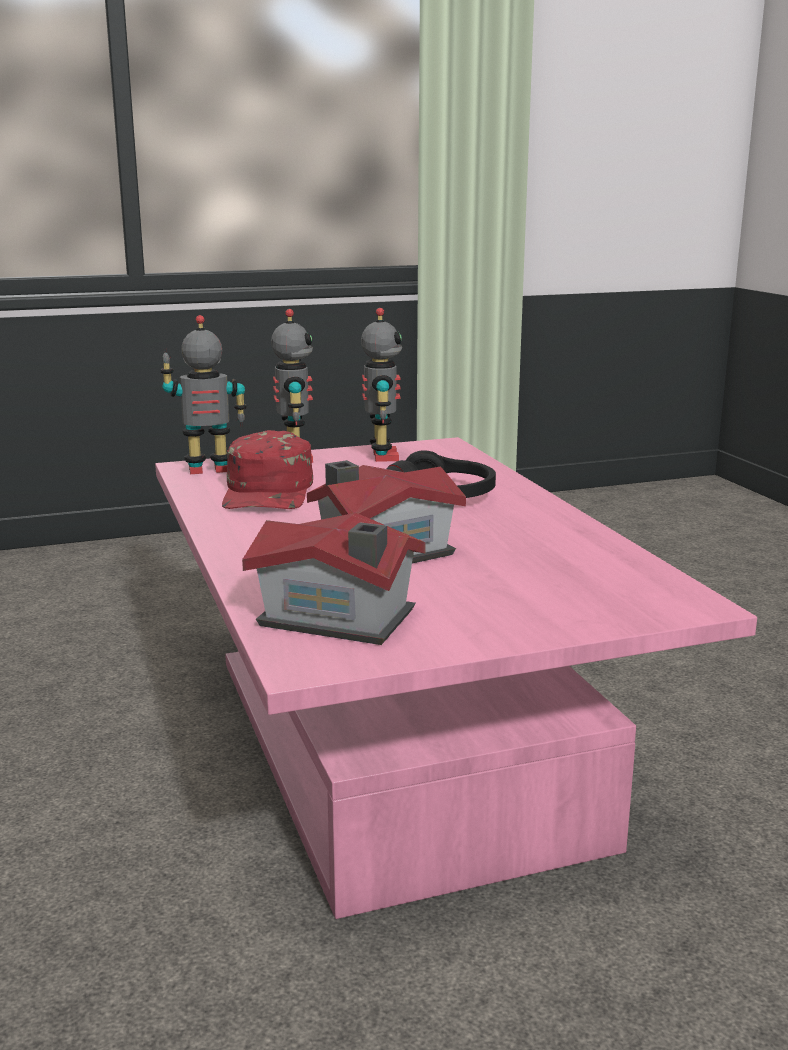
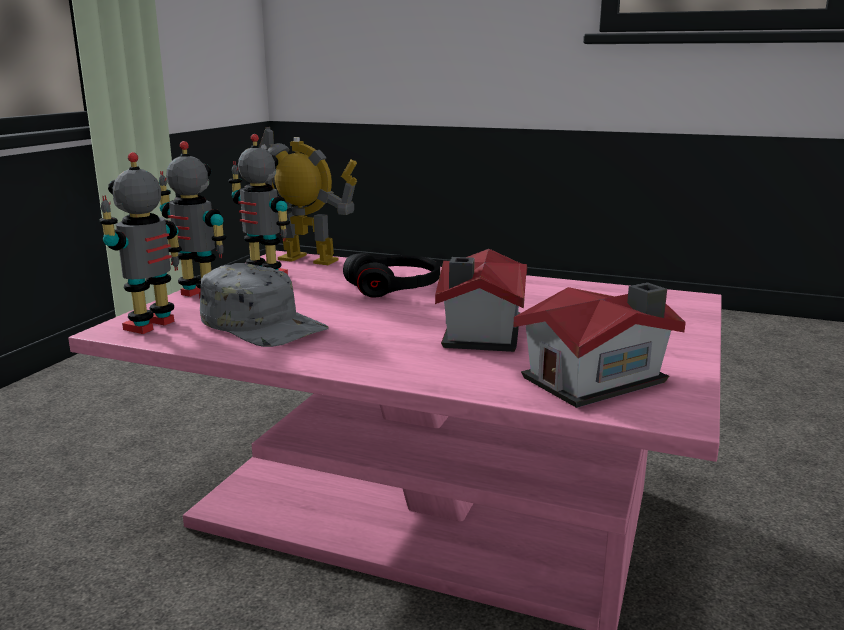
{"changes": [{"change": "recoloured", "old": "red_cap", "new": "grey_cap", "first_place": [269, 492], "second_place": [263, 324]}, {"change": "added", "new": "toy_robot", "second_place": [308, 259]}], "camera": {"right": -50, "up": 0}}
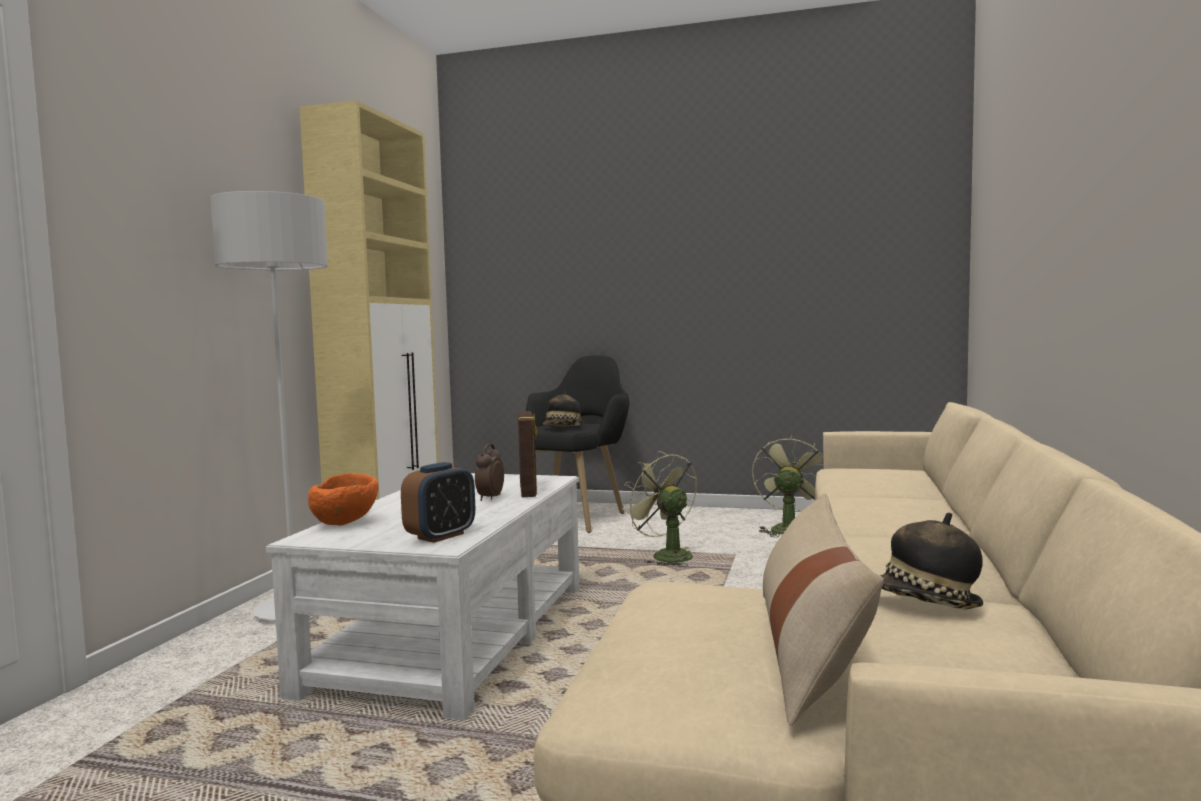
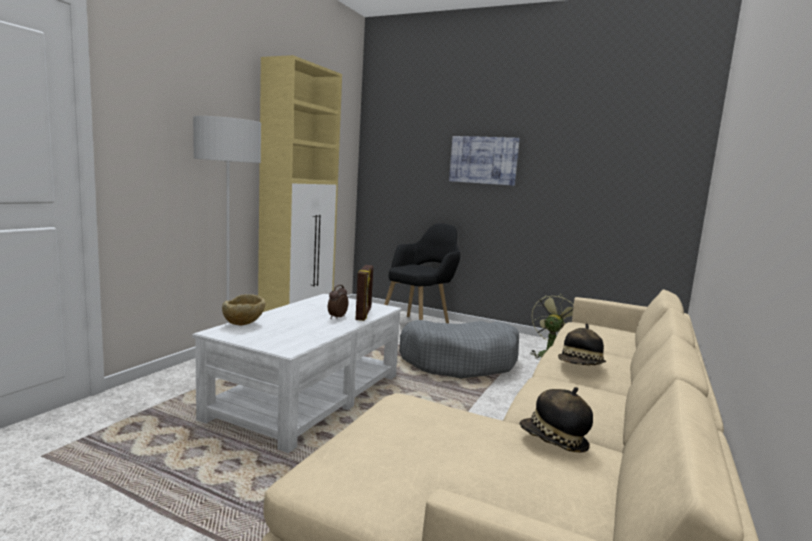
{"changes": [{"change": "moved", "old": "hat", "first_place": [563, 428], "second_place": [581, 366]}, {"change": "replaced", "old": "green_fan", "new": "grey_dog_bed", "first_place": [665, 556], "second_place": [460, 362]}, {"change": "removed", "old": "alarm_clock", "first_place": [440, 536]}, {"change": "recoloured", "old": "orange_bowl", "new": "beige_bowl", "first_place": [345, 524], "second_place": [243, 324]}, {"change": "removed", "old": "beige_pillow", "first_place": [810, 650]}, {"change": "added", "new": "picture", "second_place": [483, 160]}], "camera": {"right": 10, "up": 5}}
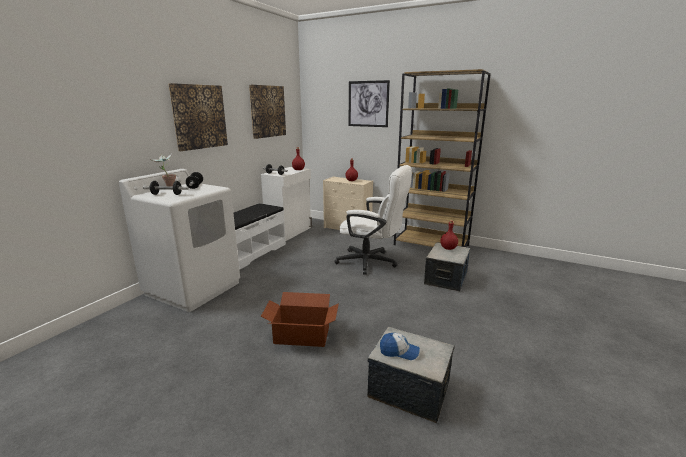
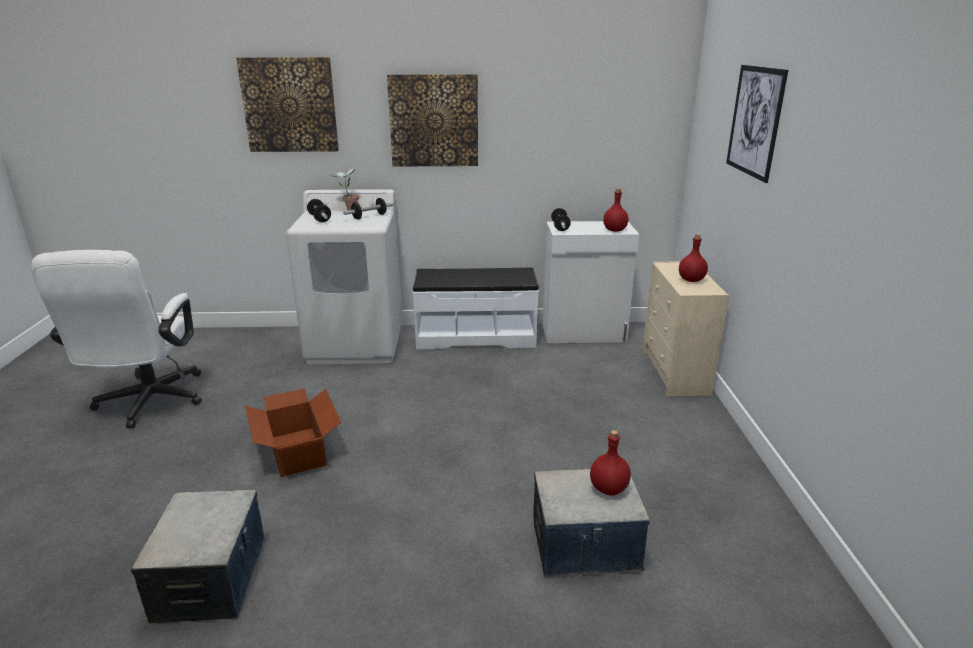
{"changes": [{"change": "removed", "old": "brown_bookcase", "first_place": [431, 245]}, {"change": "moved", "old": "picture", "first_place": [267, 111], "second_place": [289, 105]}, {"change": "moved", "old": "white_office_chair", "first_place": [372, 262], "second_place": [148, 404]}, {"change": "removed", "old": "cap", "first_place": [399, 351]}], "camera": {"right": 60, "up": 5}}
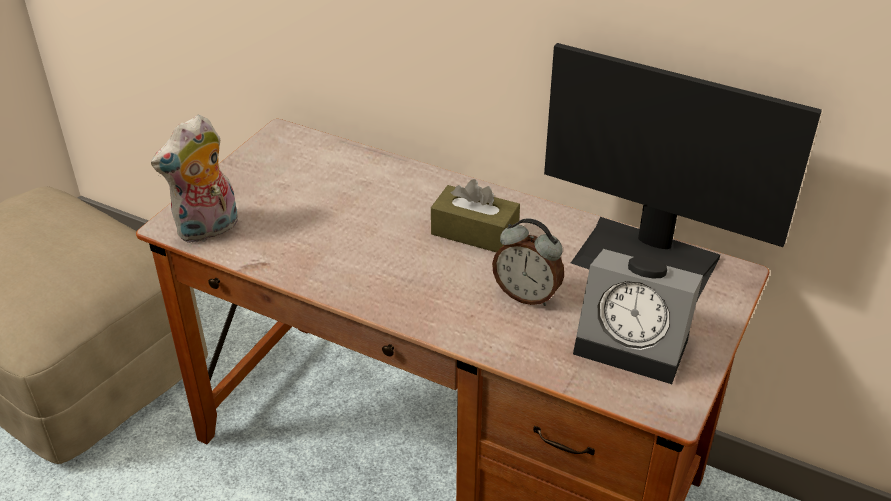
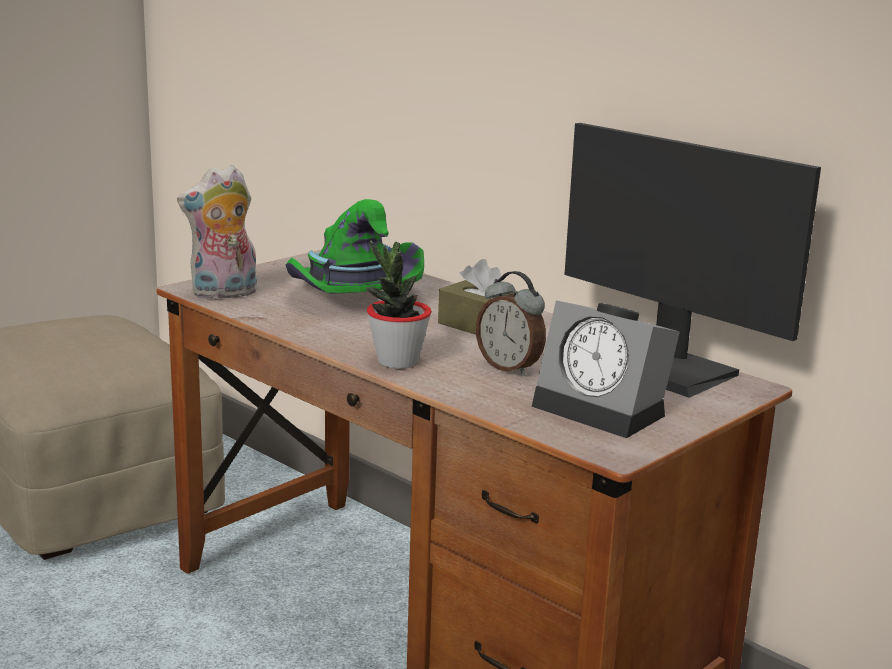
{"changes": [{"change": "added", "new": "green_hat", "second_place": [350, 295]}, {"change": "added", "new": "potted_plant", "second_place": [397, 362]}], "camera": {"right": 15, "up": -20}}
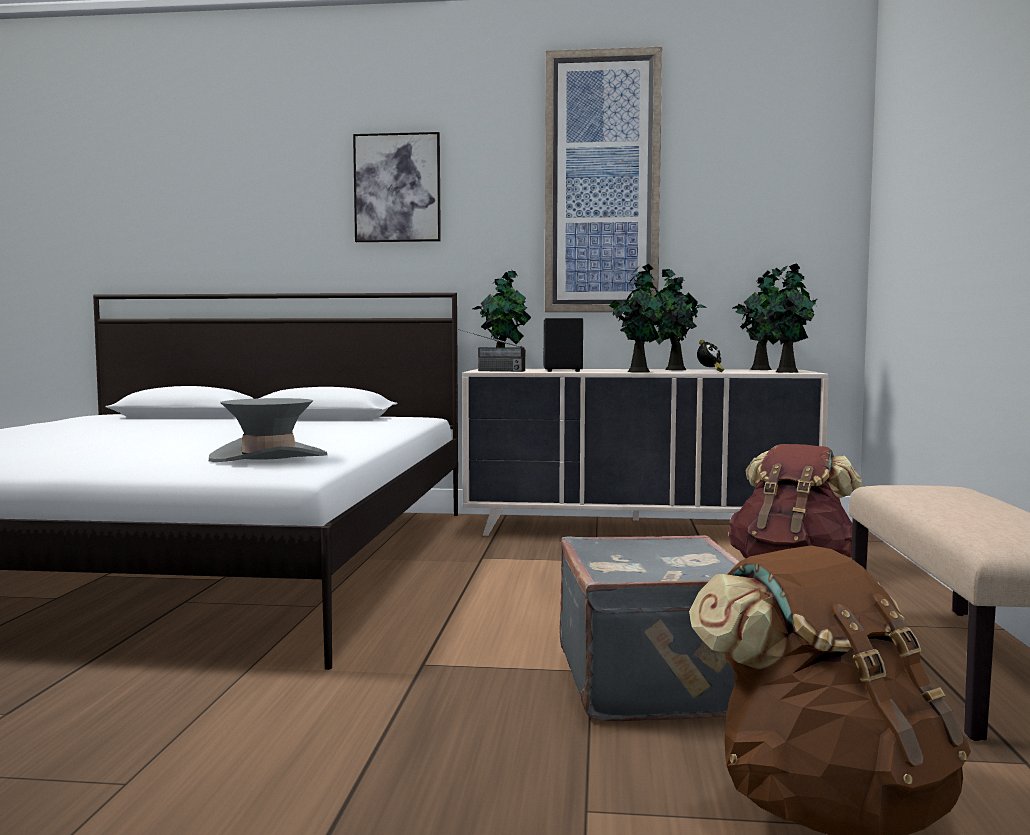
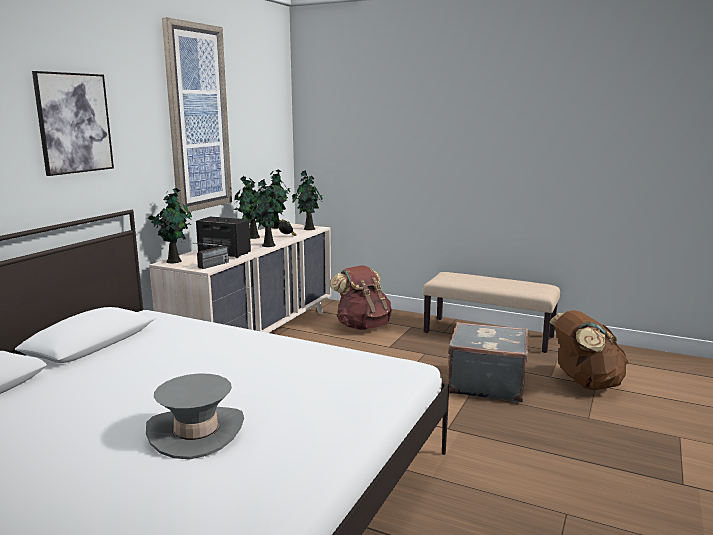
{"changes": [{"change": "moved", "old": "grey_hat", "first_place": [269, 457], "second_place": [196, 432]}], "camera": {"right": -70, "up": 10}}
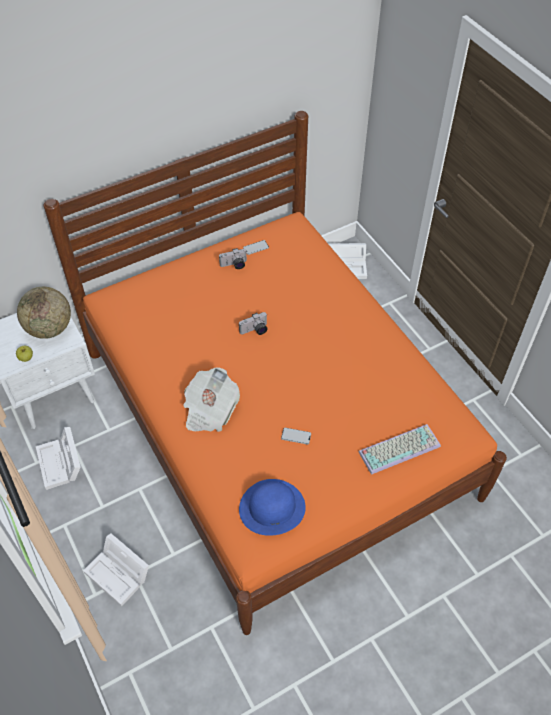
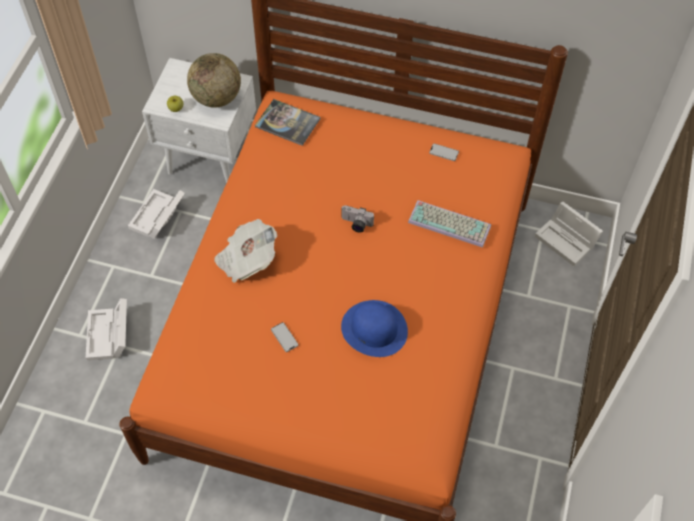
{"changes": [{"change": "removed", "old": "photo_camera", "first_place": [234, 265]}, {"change": "moved", "old": "keyboard", "first_place": [399, 447], "second_place": [451, 223]}, {"change": "moved", "old": "blue_hat", "first_place": [272, 507], "second_place": [374, 329]}, {"change": "added", "new": "book", "second_place": [287, 123]}], "camera": {"right": 45, "up": 5}}
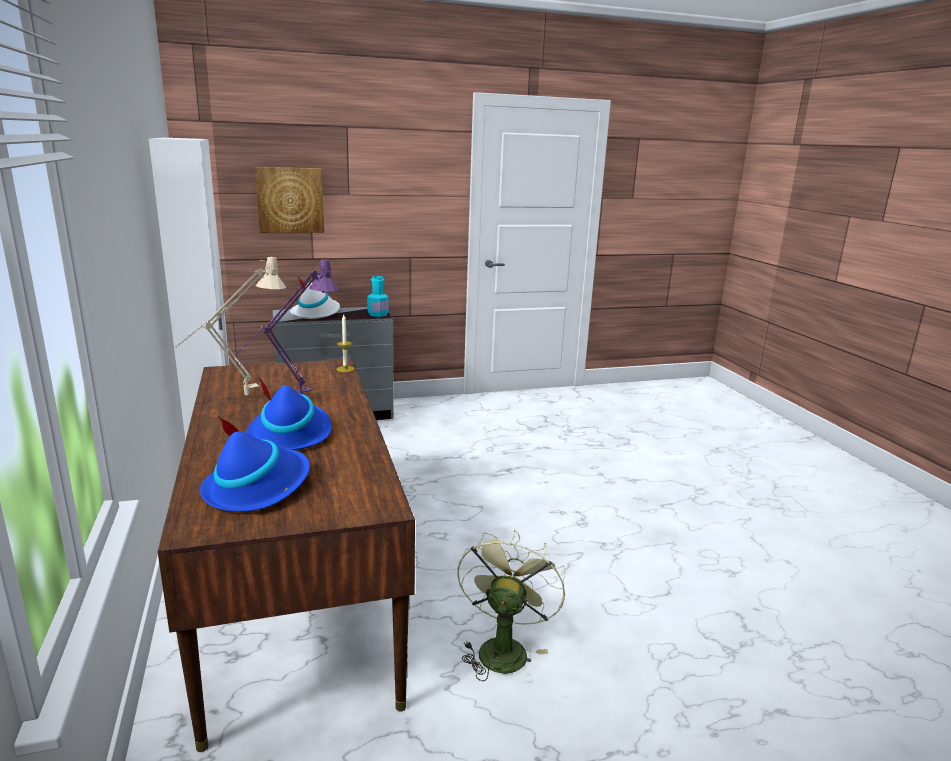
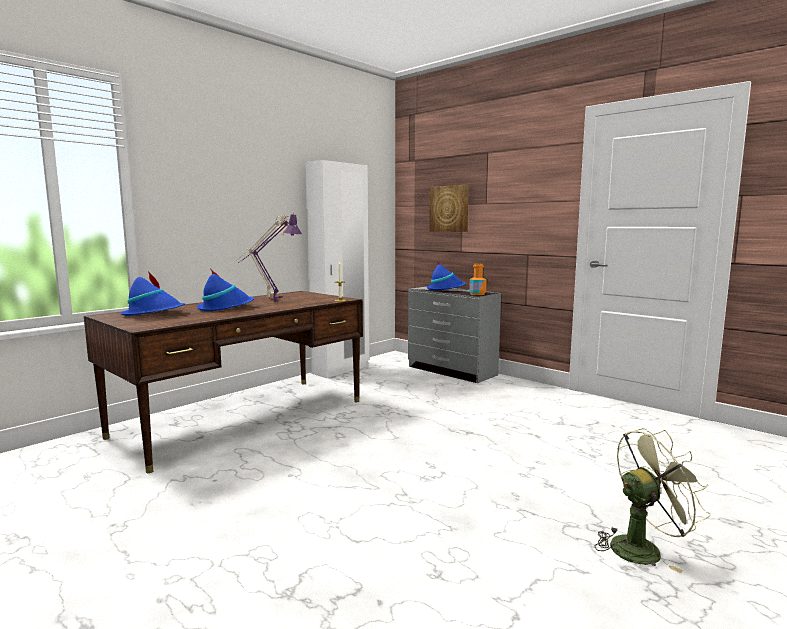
{"changes": [{"change": "recoloured", "old": "turquoise_bottle", "new": "orange_bottle", "first_place": [378, 314], "second_place": [477, 294]}, {"change": "recoloured", "old": "white_hat", "new": "blue_hat", "first_place": [316, 313], "second_place": [445, 289]}, {"change": "moved", "old": "green_fan", "first_place": [503, 647], "second_place": [643, 547]}], "camera": {"right": 60, "up": -10}}
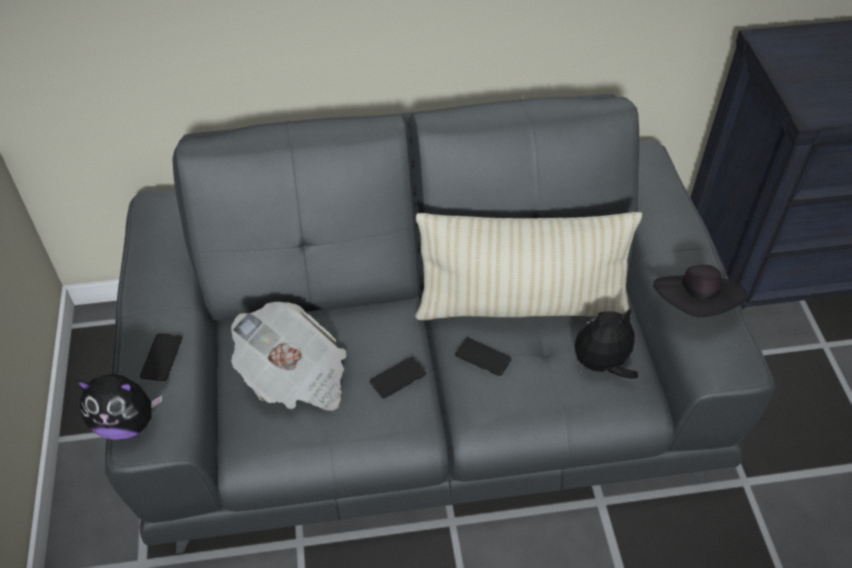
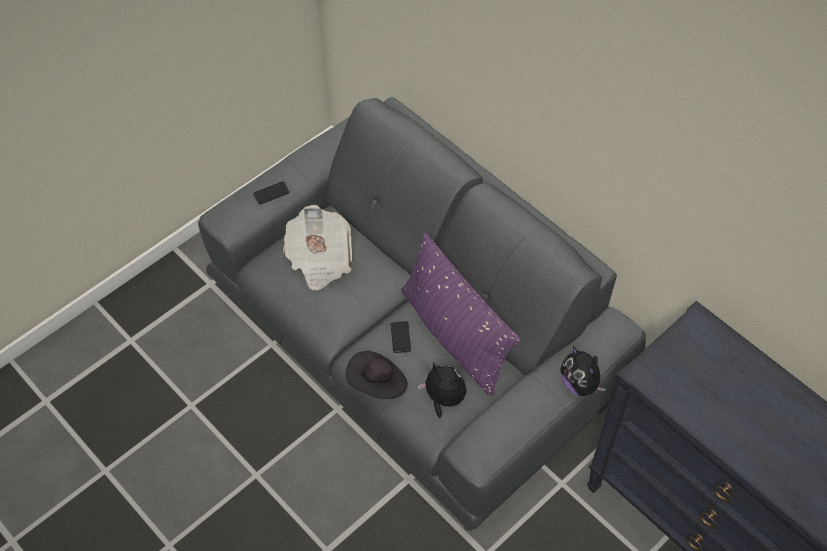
{"changes": [{"change": "recoloured", "old": "beige_pillow", "new": "purple_pillow", "first_place": [521, 306], "second_place": [454, 336]}, {"change": "moved", "old": "black_hat", "first_place": [695, 306], "second_place": [377, 384]}, {"change": "removed", "old": "phone", "first_place": [398, 378]}, {"change": "moved", "old": "plush_toy", "first_place": [126, 423], "second_place": [580, 384]}], "camera": {"right": 55, "up": 5}}
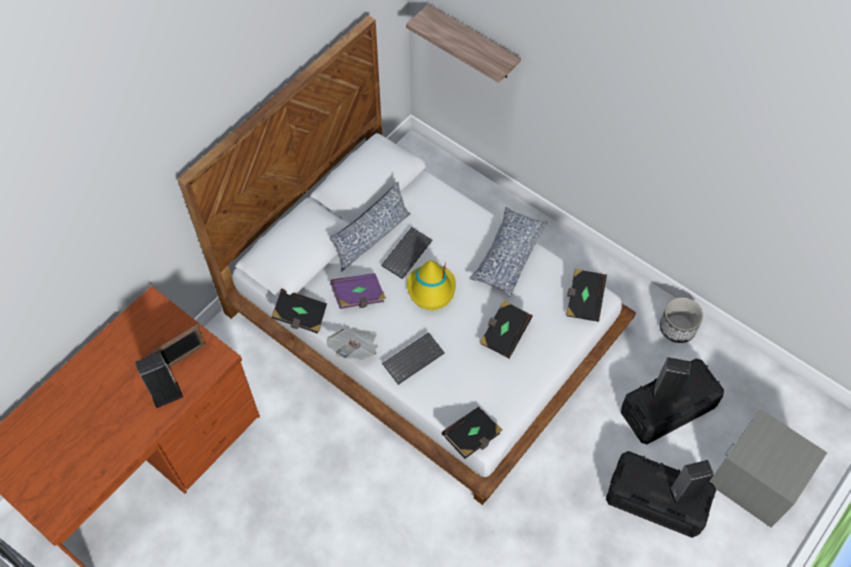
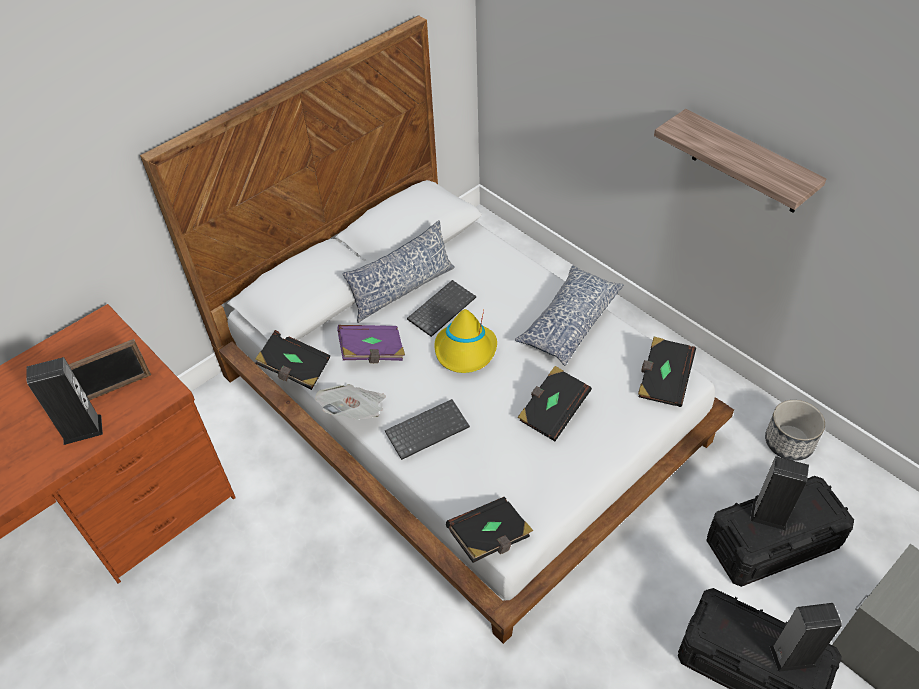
{"changes": [{"change": "moved", "old": "shelf", "first_place": [473, 43], "second_place": [747, 163]}], "camera": {"right": 10, "up": -10}}
